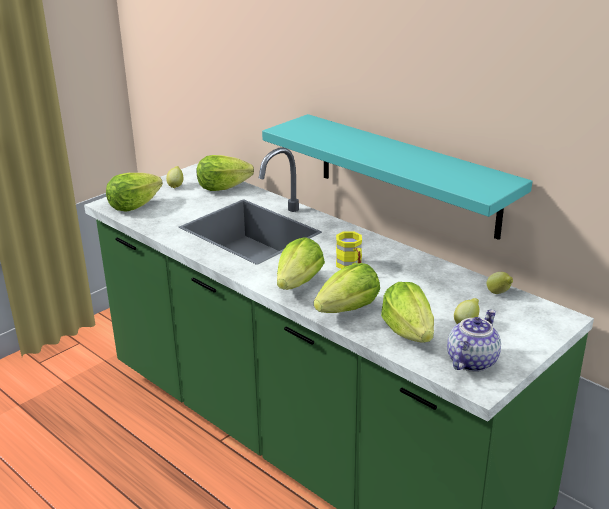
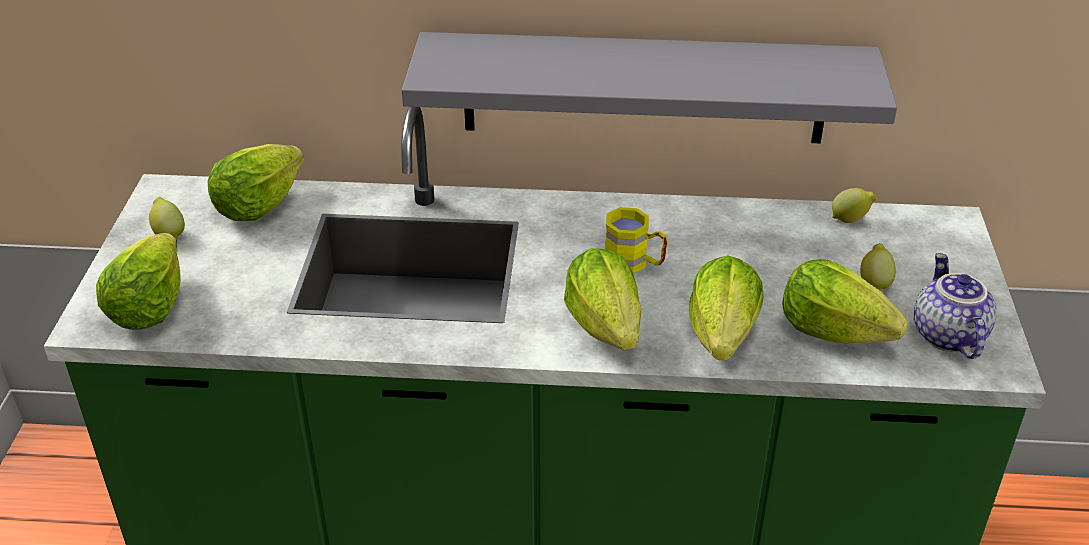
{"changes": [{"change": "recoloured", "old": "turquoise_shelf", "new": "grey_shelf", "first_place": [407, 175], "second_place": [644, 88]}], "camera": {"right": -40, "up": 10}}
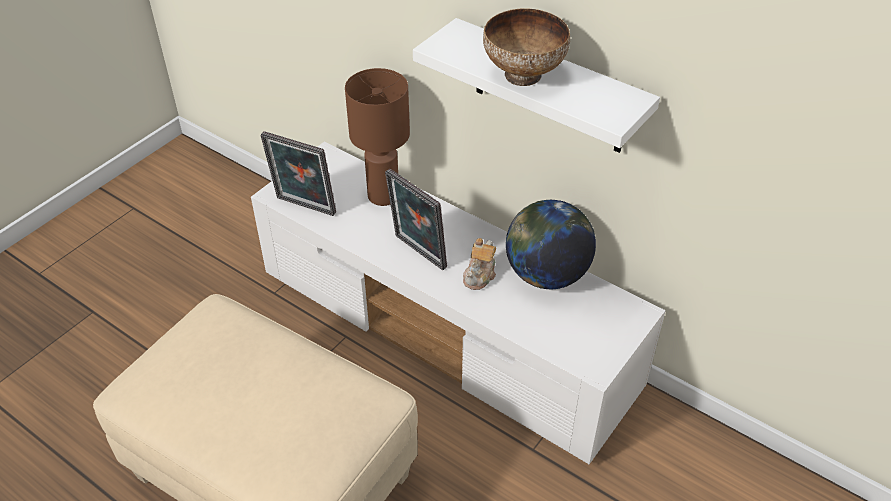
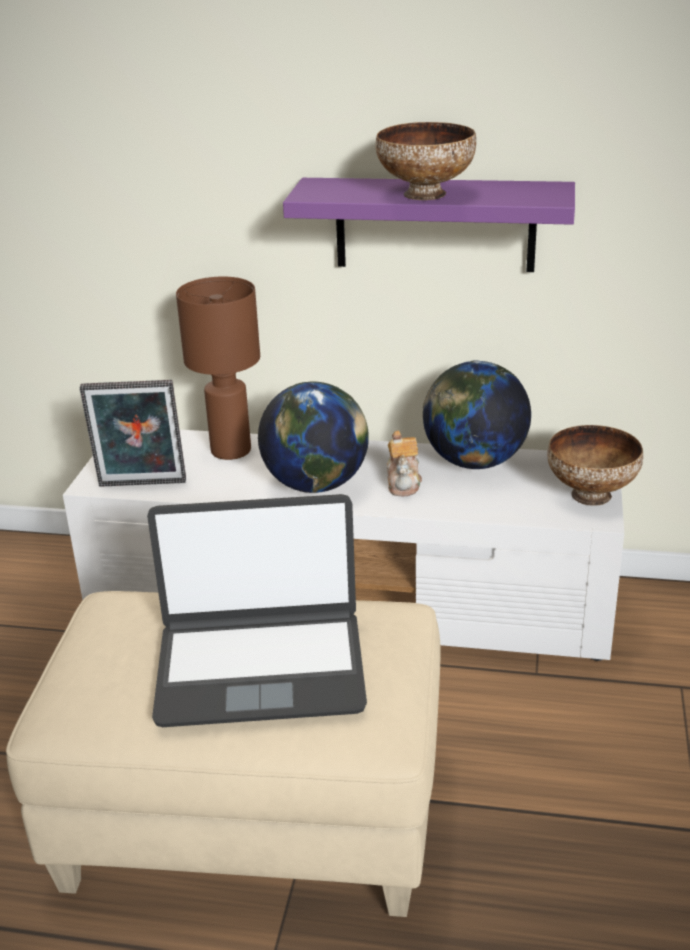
{"changes": [{"change": "recoloured", "old": "white_shelf", "new": "purple_shelf", "first_place": [549, 88], "second_place": [435, 224]}, {"change": "replaced", "old": "picture_frame", "new": "globe", "first_place": [417, 253], "second_place": [316, 485]}, {"change": "added", "new": "bowl", "second_place": [592, 494]}, {"change": "added", "new": "laptop", "second_place": [260, 668]}], "camera": {"right": -25, "up": -15}}
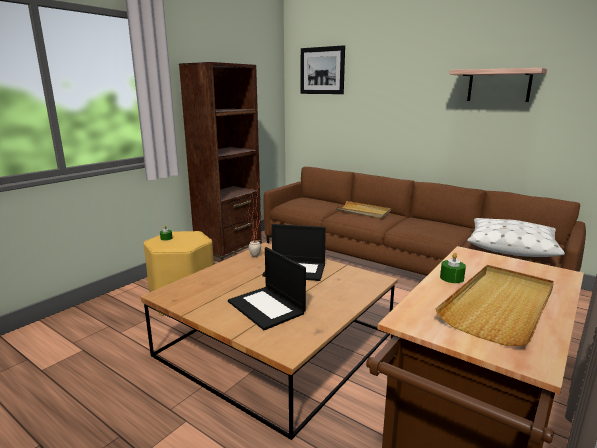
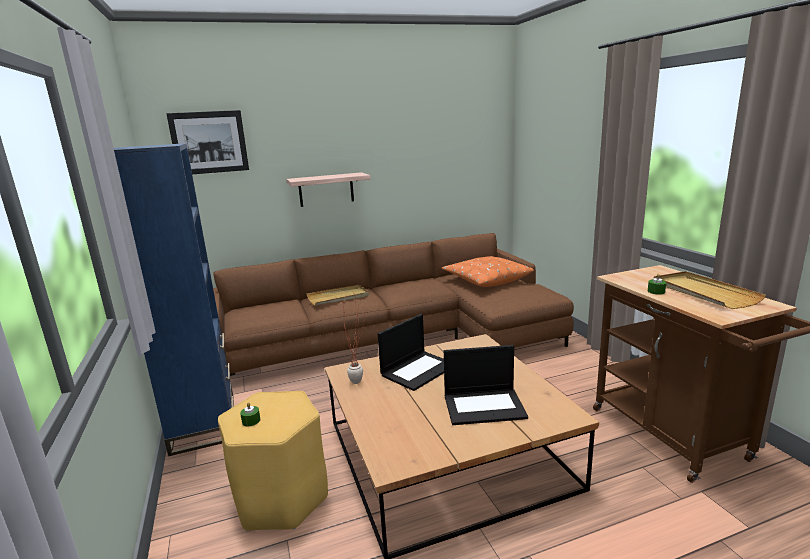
{"changes": [{"change": "recoloured", "old": "brown_bookcase", "new": "blue_bookcase", "first_place": [229, 254], "second_place": [204, 423]}, {"change": "moved", "old": "shelf", "first_place": [499, 85], "second_place": [326, 189]}, {"change": "recoloured", "old": "white_pillow", "new": "orange_pillow", "first_place": [511, 246], "second_place": [486, 279]}], "camera": {"right": -55, "up": 0}}
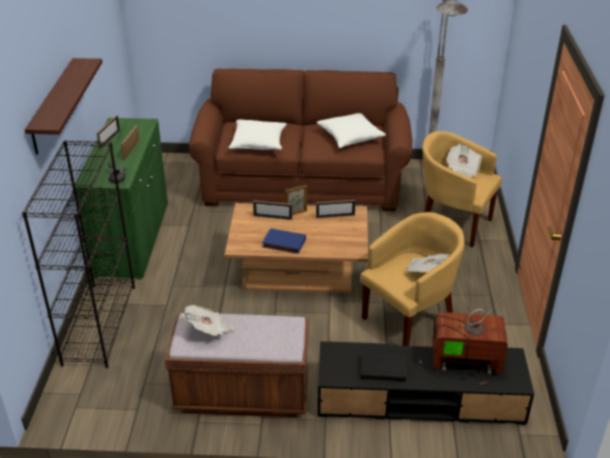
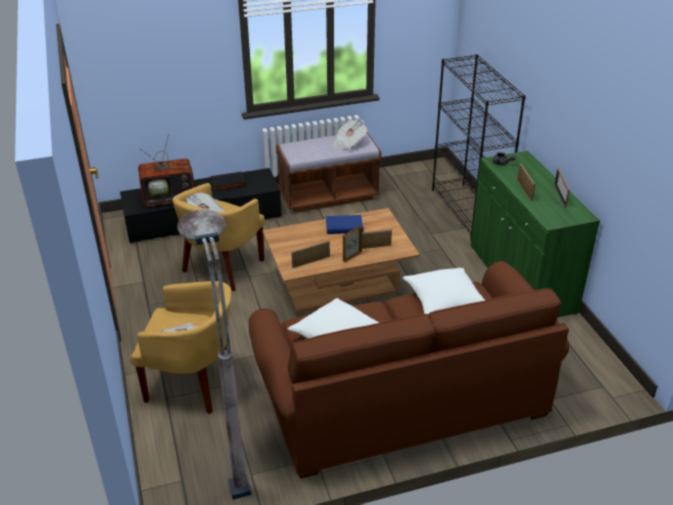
{"changes": [{"change": "removed", "old": "shelf", "first_place": [53, 106]}], "camera": {"right": 160, "up": 0}}
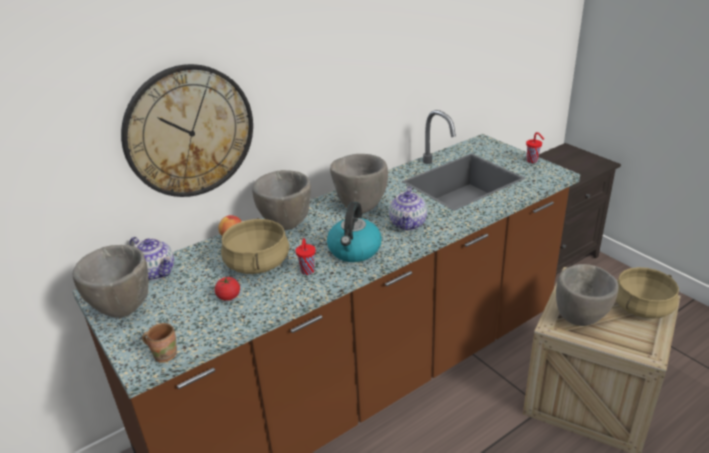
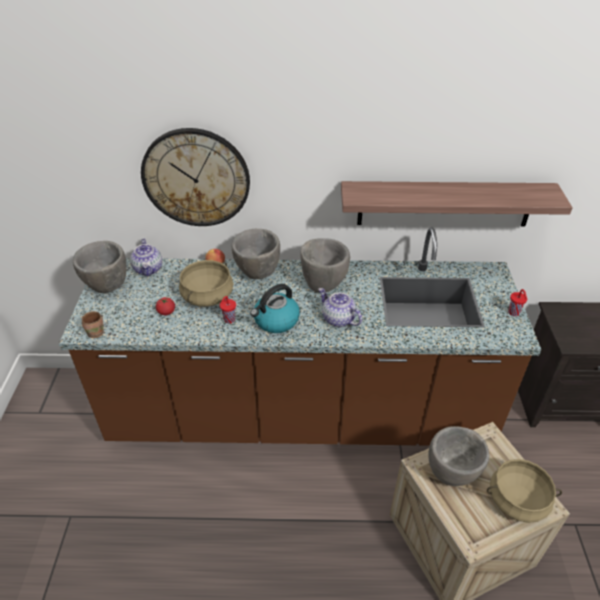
{"changes": [{"change": "turned", "old": "teapot", "first_place": [408, 224], "second_place": [338, 319], "degrees": 90}, {"change": "added", "new": "shelf", "second_place": [444, 204]}], "camera": {"right": 35, "up": 10}}
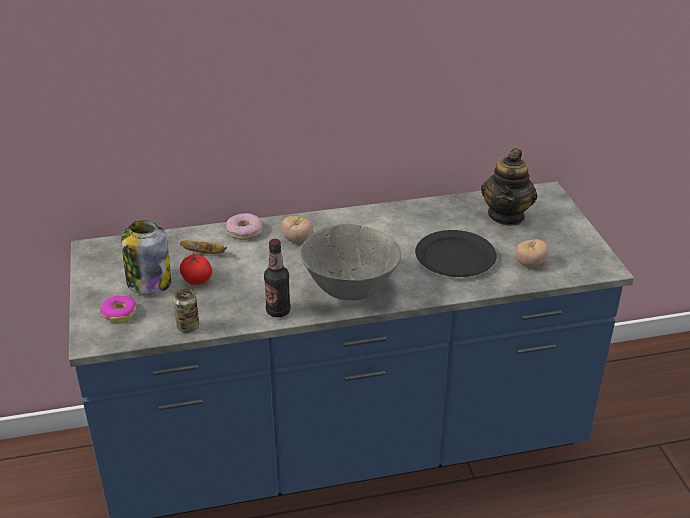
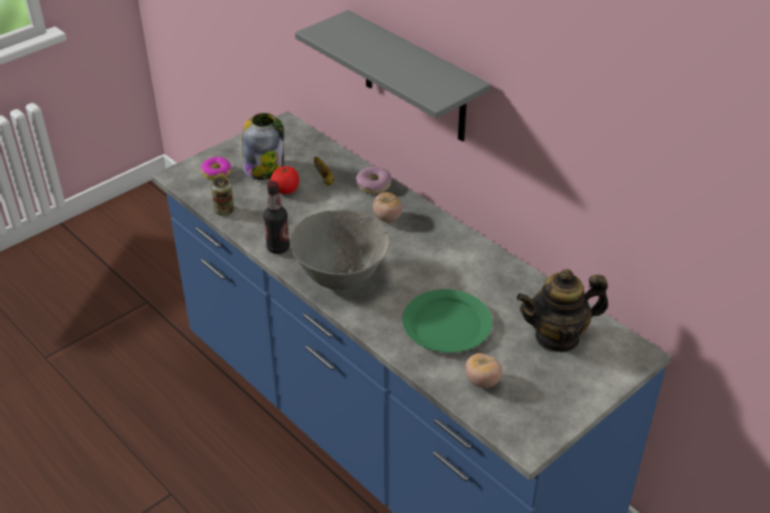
{"changes": [{"change": "recoloured", "old": "black_plate", "new": "green_plate", "first_place": [455, 257], "second_place": [447, 324]}, {"change": "added", "new": "grey_shelf", "second_place": [414, 79]}], "camera": {"right": 60, "up": 5}}
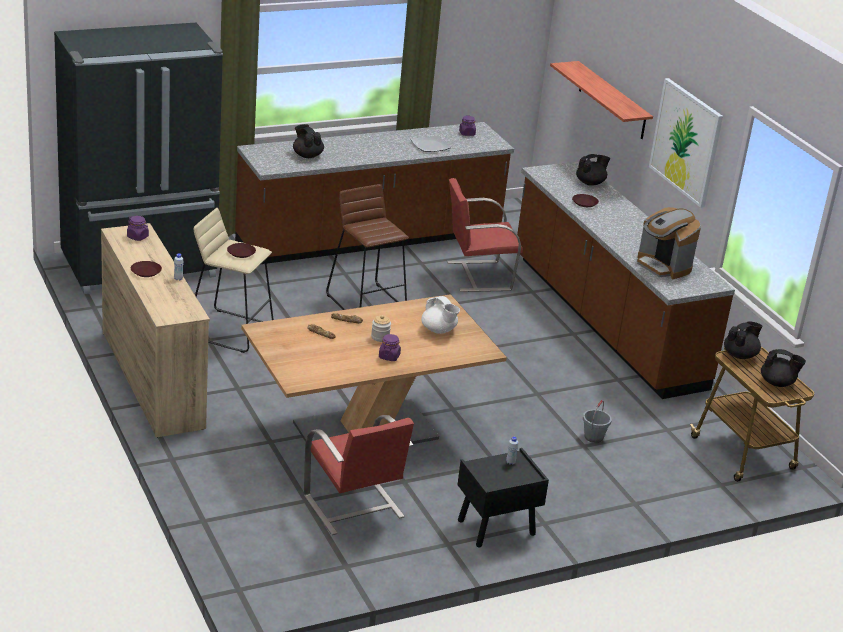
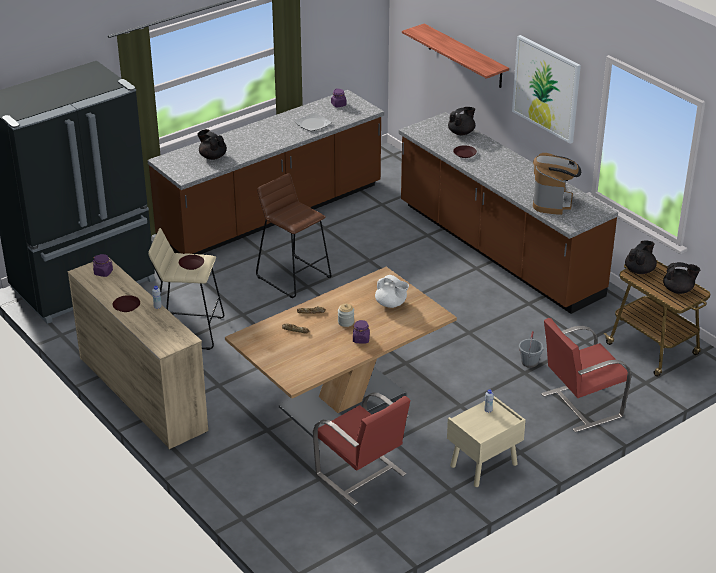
{"changes": [{"change": "moved", "old": "red_chair", "first_place": [477, 276], "second_place": [579, 405]}, {"change": "turned", "old": "coffee_machine", "first_place": [663, 266], "second_place": [552, 202], "degrees": -120}, {"change": "recoloured", "old": "black_nightstand", "new": "beige_nightstand", "first_place": [495, 528], "second_place": [483, 466]}], "camera": {"right": -10, "up": 5}}
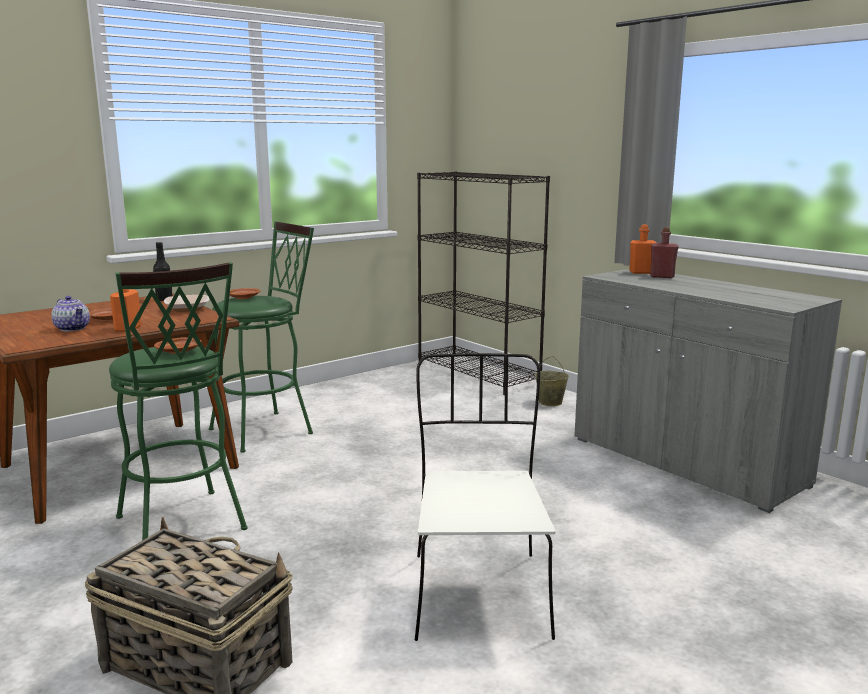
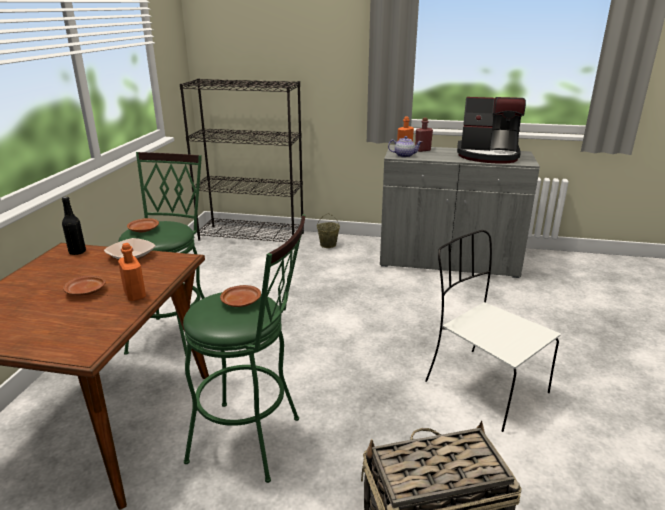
{"changes": [{"change": "moved", "old": "teapot", "first_place": [73, 328], "second_place": [404, 155]}, {"change": "added", "new": "coffee_machine", "second_place": [488, 155]}], "camera": {"right": -40, "up": 10}}
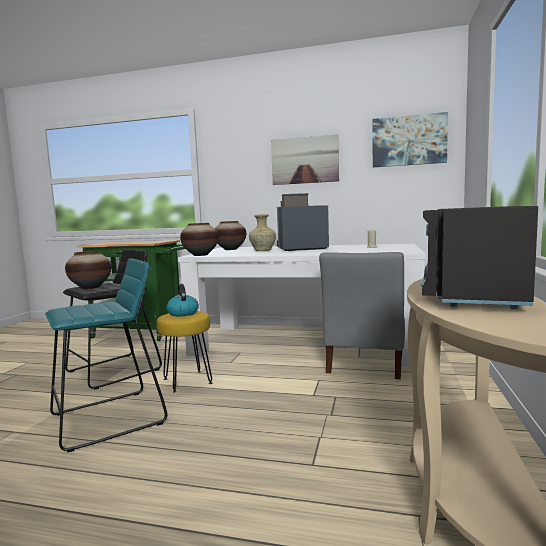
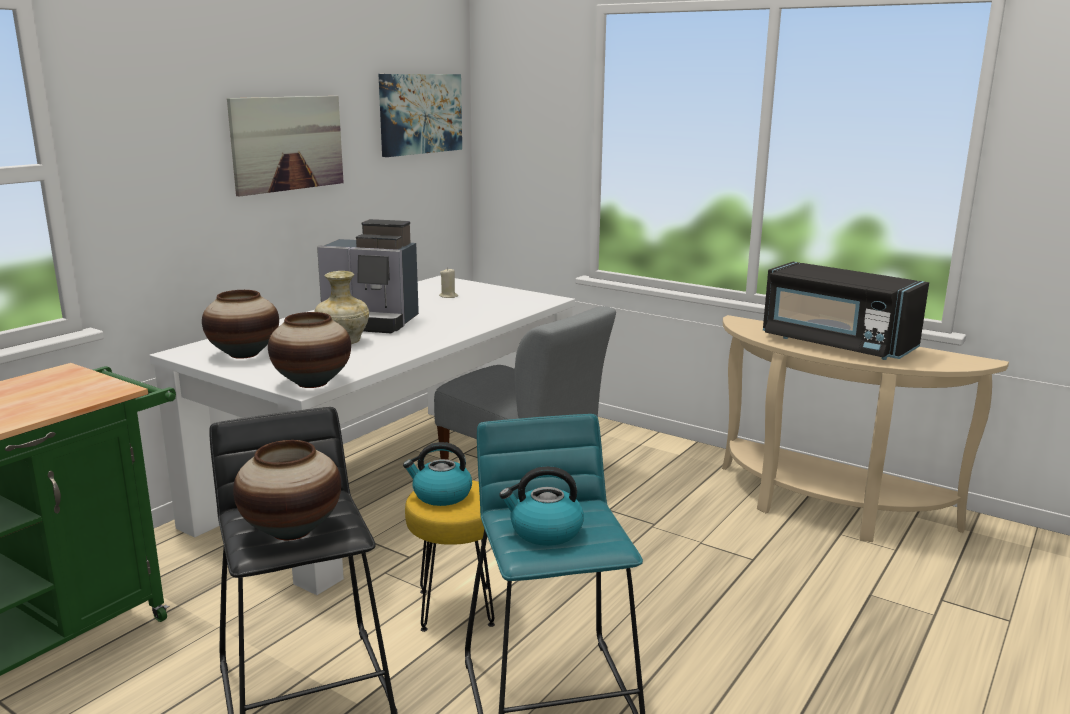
{"changes": [{"change": "turned", "old": "coffee_machine", "first_place": [300, 249], "second_place": [373, 322], "degrees": -90}, {"change": "added", "new": "kettle", "second_place": [545, 531]}], "camera": {"right": -70, "up": 10}}
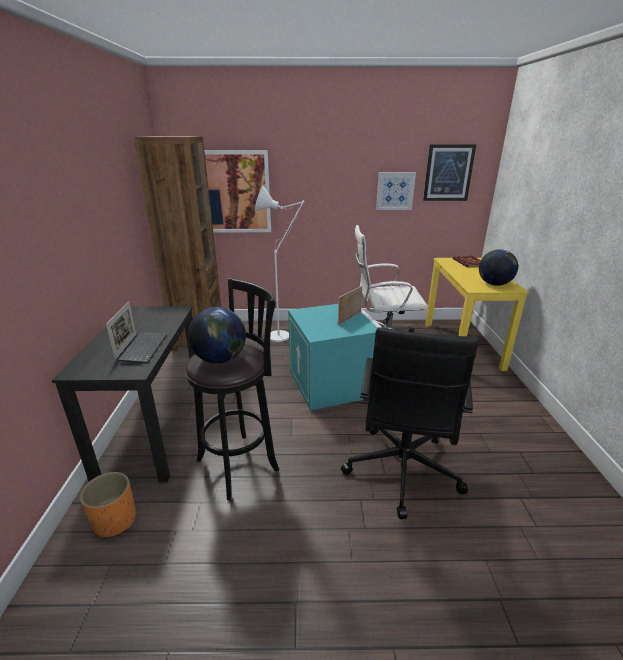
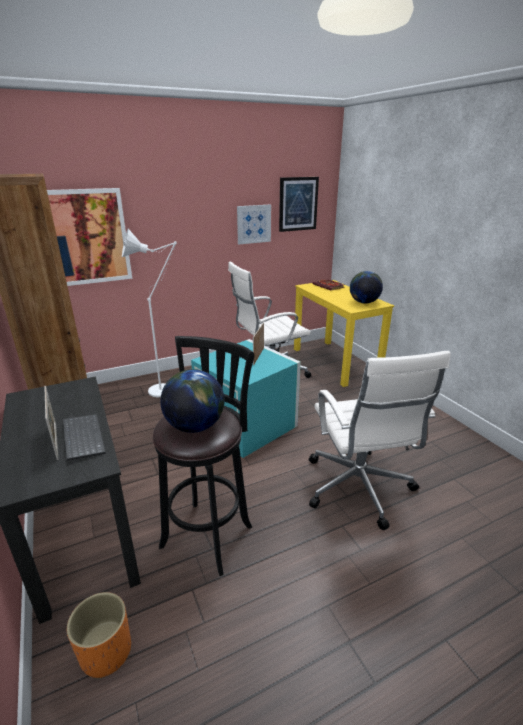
{"changes": [{"change": "recoloured", "old": "black_office_chair", "new": "white_office_chair", "first_place": [401, 472], "second_place": [358, 489]}], "camera": {"right": -25, "up": 0}}
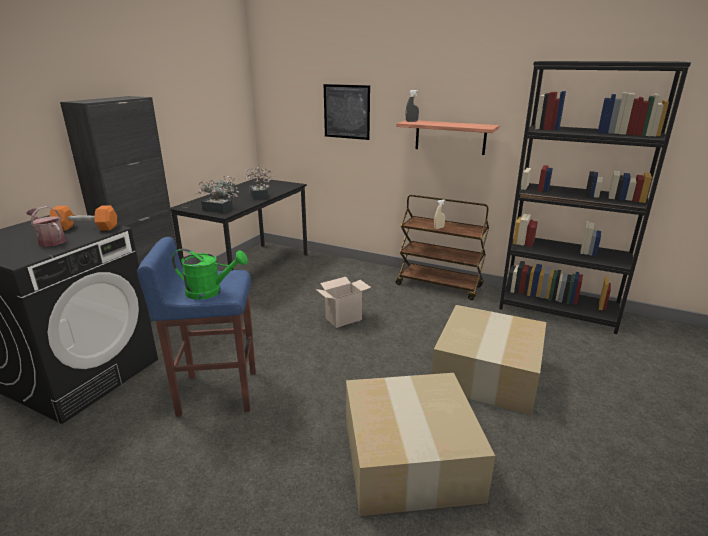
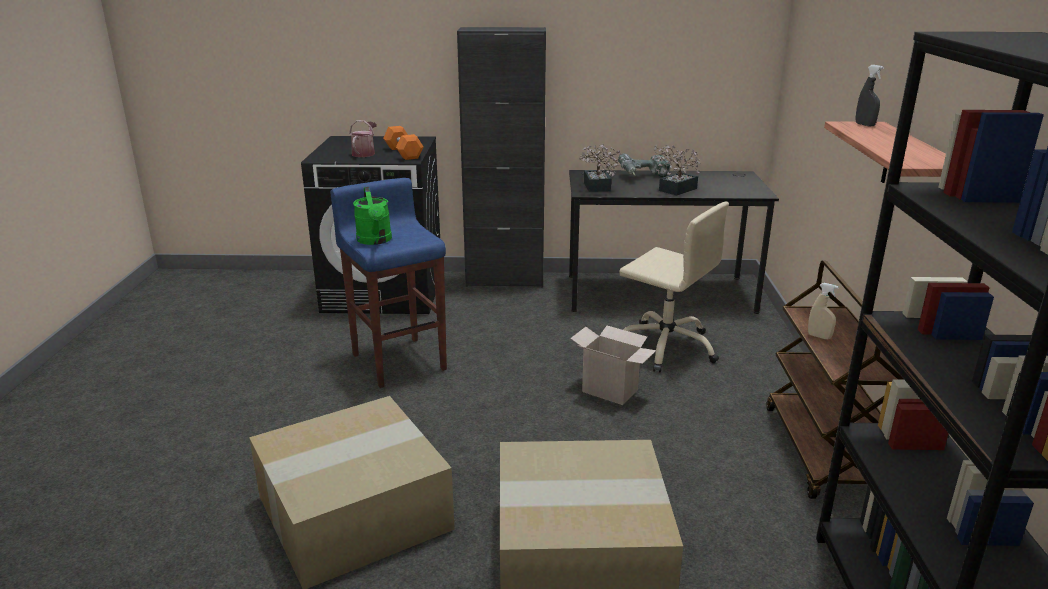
{"changes": [{"change": "removed", "old": "picture", "first_place": [346, 111]}, {"change": "added", "new": "beige_office_chair", "second_place": [666, 347]}], "camera": {"right": 65, "up": 0}}
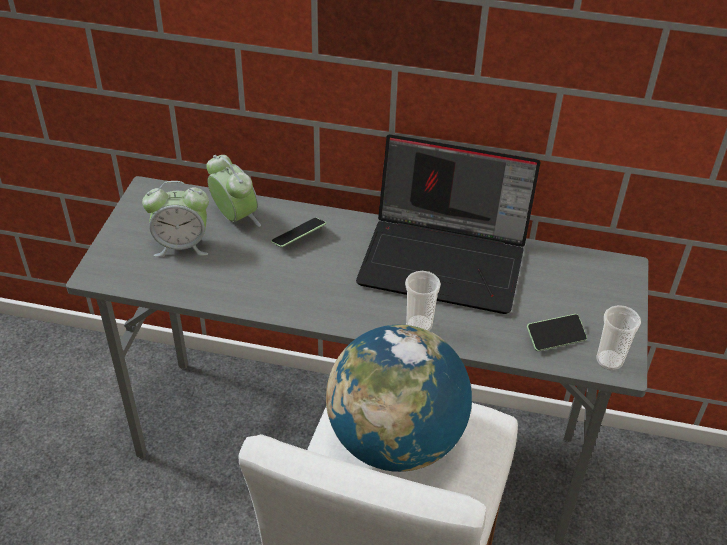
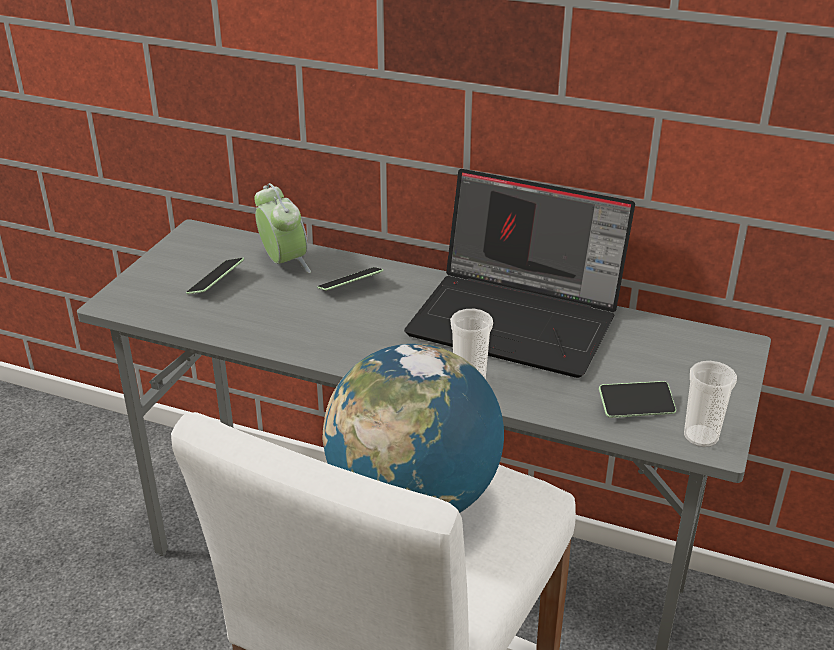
{"changes": [{"change": "replaced", "old": "alarm_clock", "new": "phone", "first_place": [182, 245], "second_place": [216, 284]}], "camera": {"right": 10, "up": -10}}
